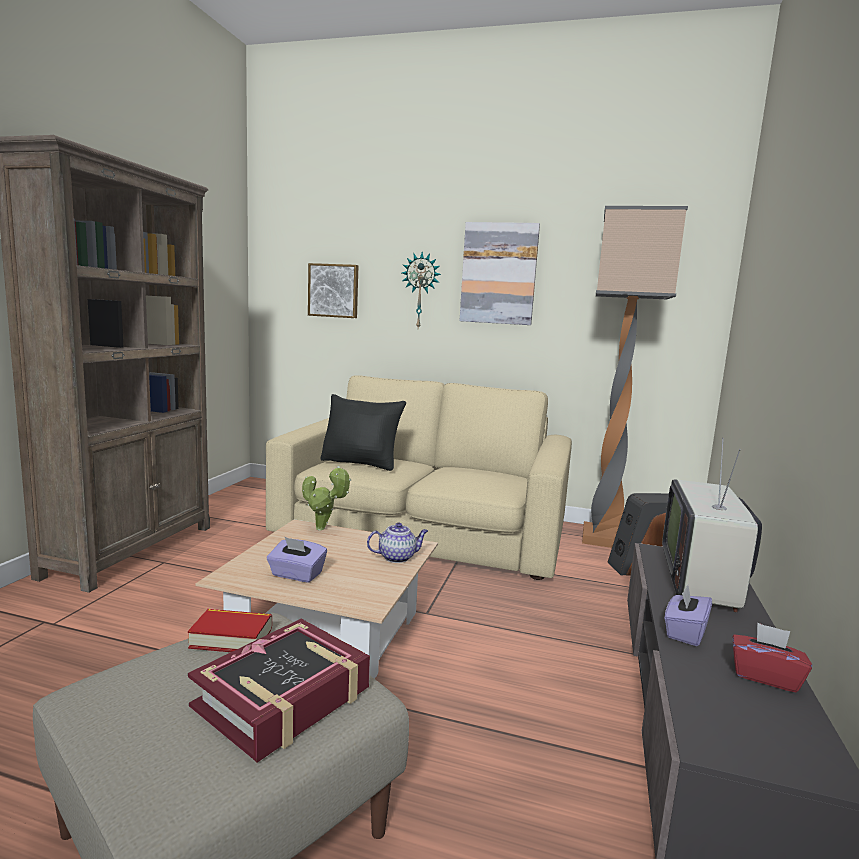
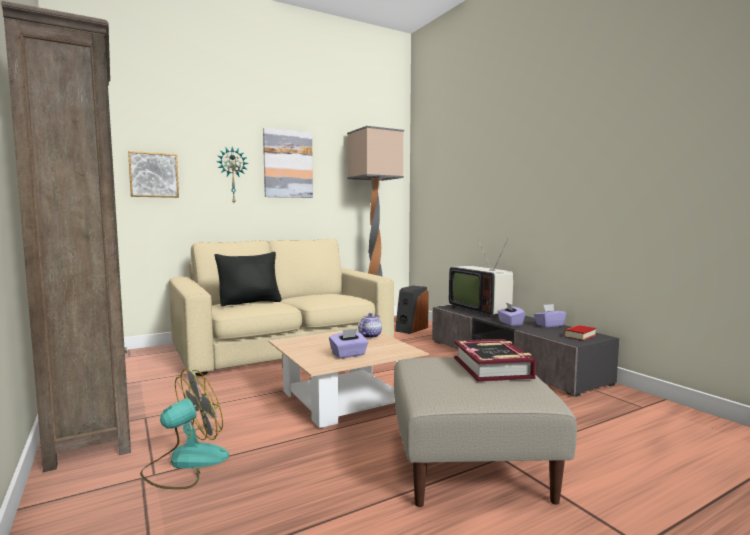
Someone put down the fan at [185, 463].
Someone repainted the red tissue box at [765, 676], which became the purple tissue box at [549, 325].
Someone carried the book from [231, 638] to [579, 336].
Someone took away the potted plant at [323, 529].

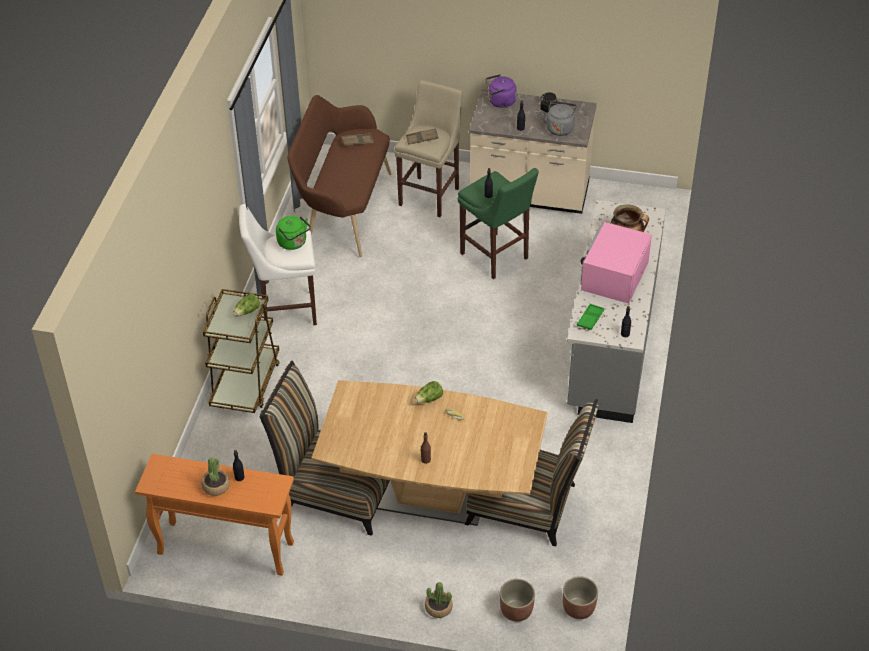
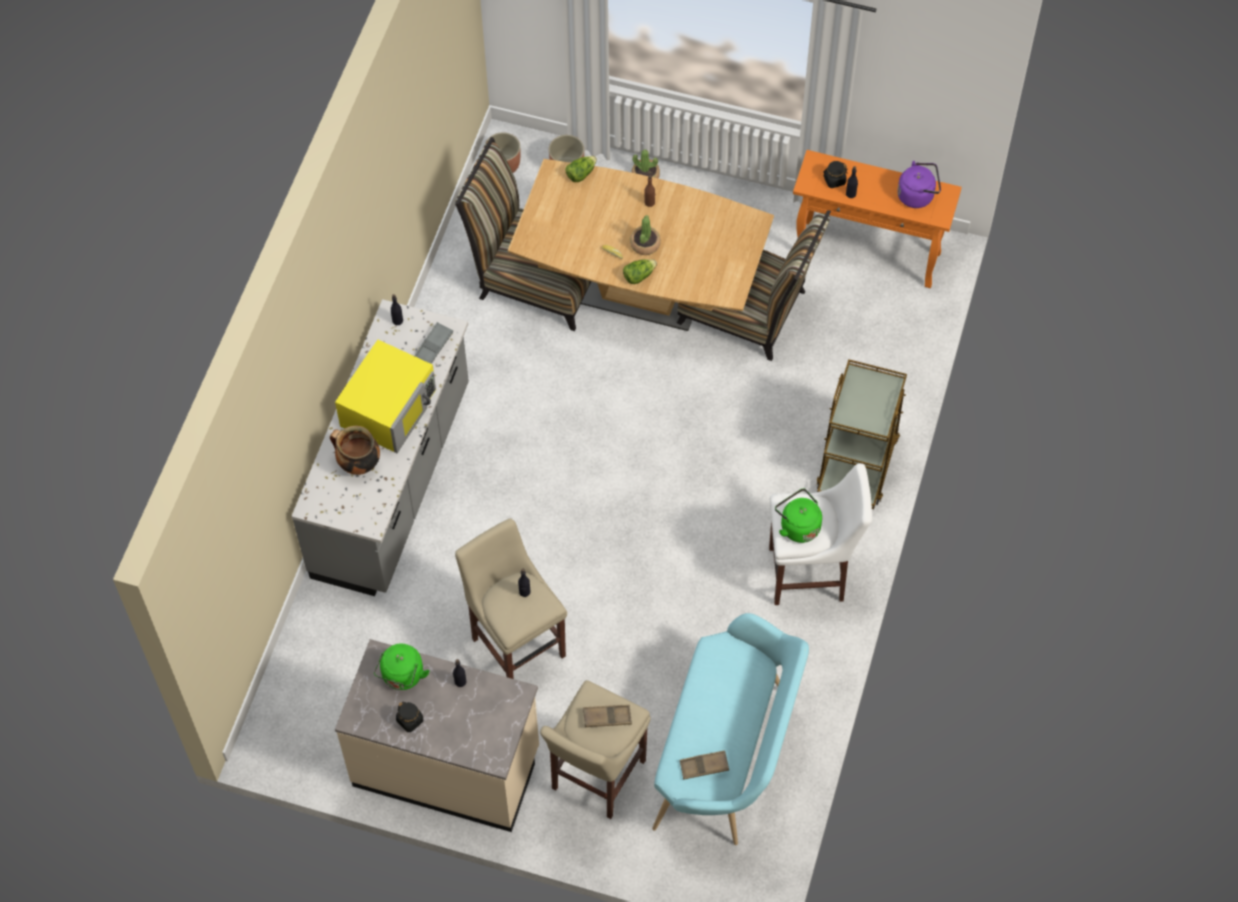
Someone repainted the pink microwave at [613, 276], which became the yellow microwave at [389, 407].
Someone repainted the grey kettle at [559, 128], which became the green kettle at [402, 677].
Someone repainted the green tray at [590, 319], which became the grey tray at [434, 345].
Someone repainted the green stool at [496, 258], which became the beige stool at [516, 643].
Someone carried the lettuce from [247, 311] to [581, 173].
Someone carried the potted plant from [216, 486] to [645, 244].
Someone repainted the brown bench at [343, 210], which became the turquoise bench at [728, 757].
Someone put down the black jar at [834, 180].
Someone carried the purple kettle from [500, 102] to [917, 195].

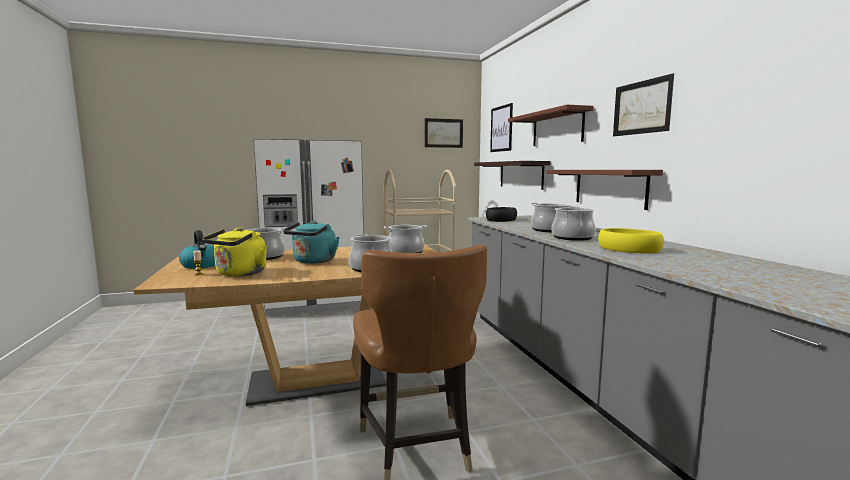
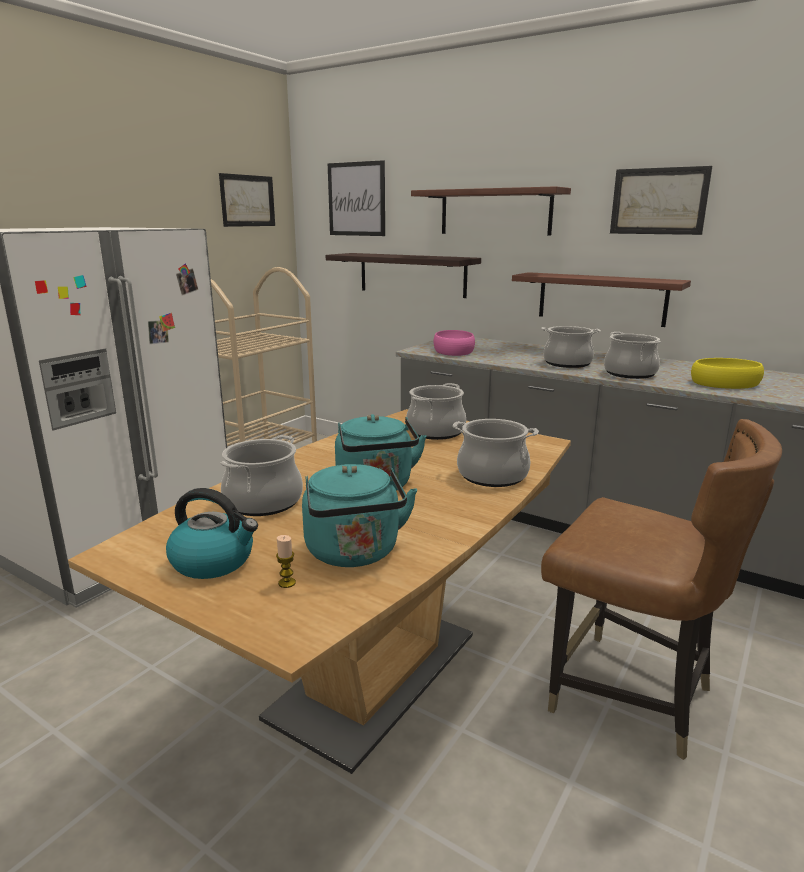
Someone repainted the yellow kettle at [239, 274], which became the turquoise kettle at [354, 554].
Someone repainted the black bowl at [501, 220], which became the pink bowl at [454, 350].

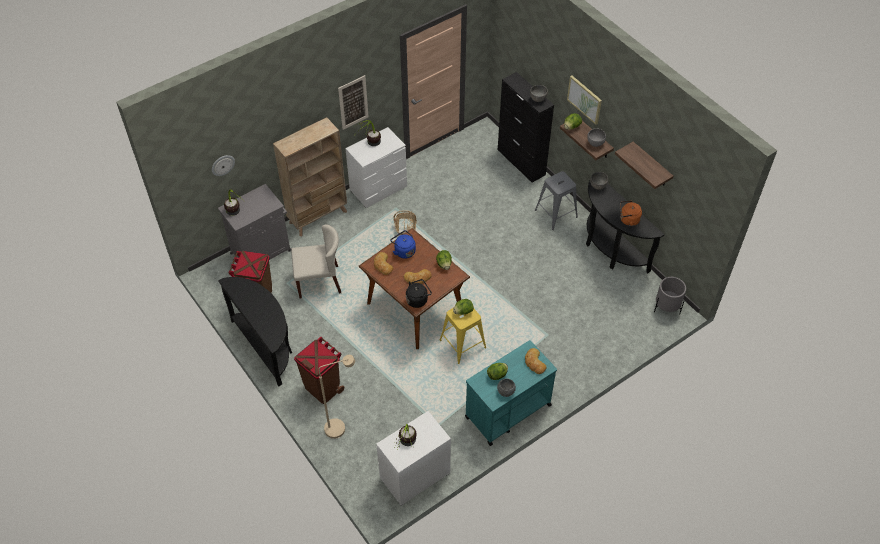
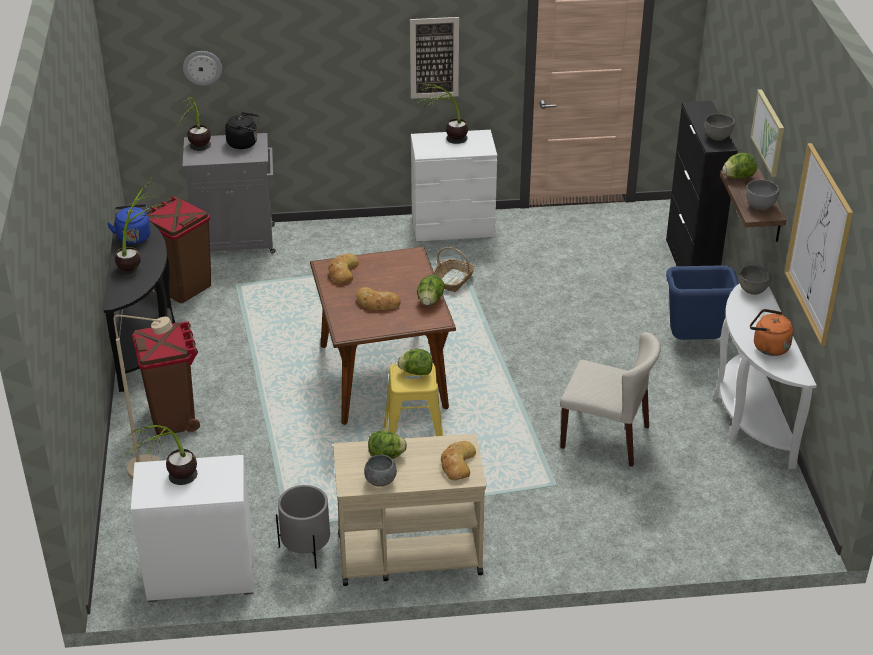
Someone carried the blue kettle from [403, 251] to [133, 236].
Someone put down the potted plant at [140, 262].
Someone carried the black kettle from [418, 299] to [244, 143].
Someone carried the grey planter from [666, 307] to [306, 549].
Someone repainted the turquoise cart at [507, 411], which became the beige cart at [408, 554].
Someone carried the beige chair from [319, 281] to [606, 437].
Someone swapped the grey stool at [556, 214] for the blue trash can at [694, 342].
Someone repainted the black console table at [610, 249], which became the white console table at [749, 416].
Someone swapped the shelf at [651, 165] for the picture at [818, 244].
Someone took away the beige bookcase at [318, 217].

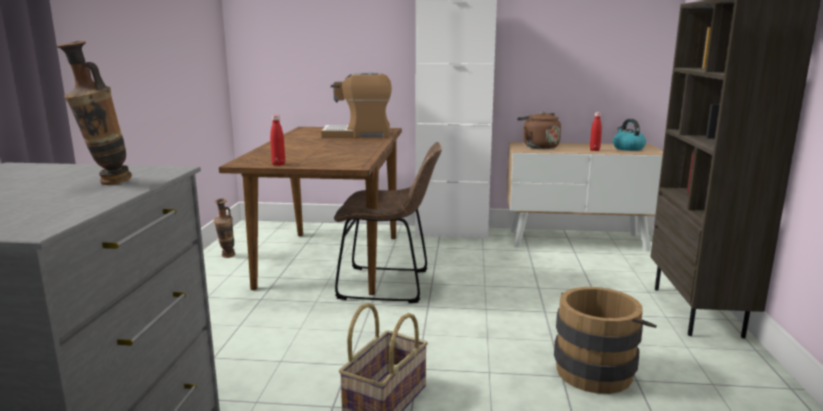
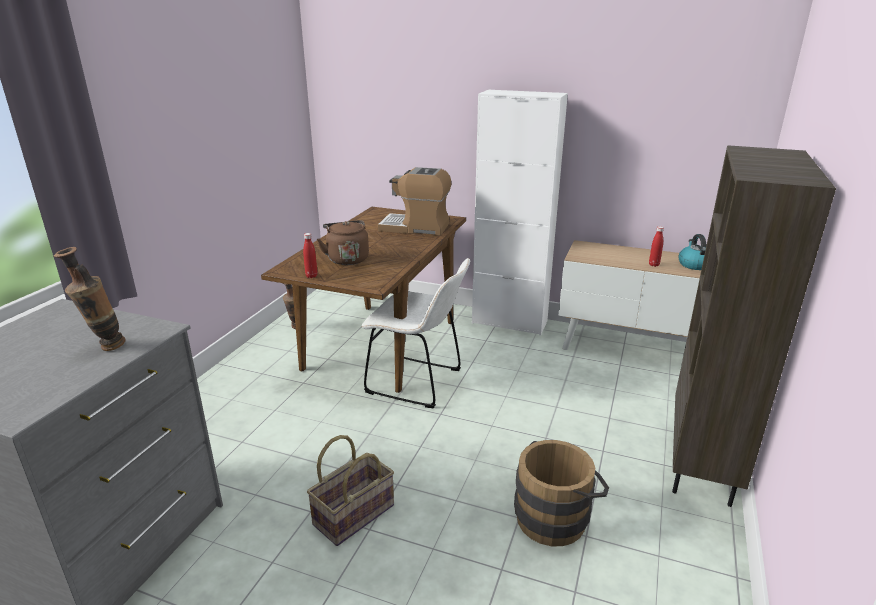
Someone carried the brown kettle from [538, 146] to [347, 259].
Someone repainted the brown chair at [390, 285], which became the white chair at [419, 382].

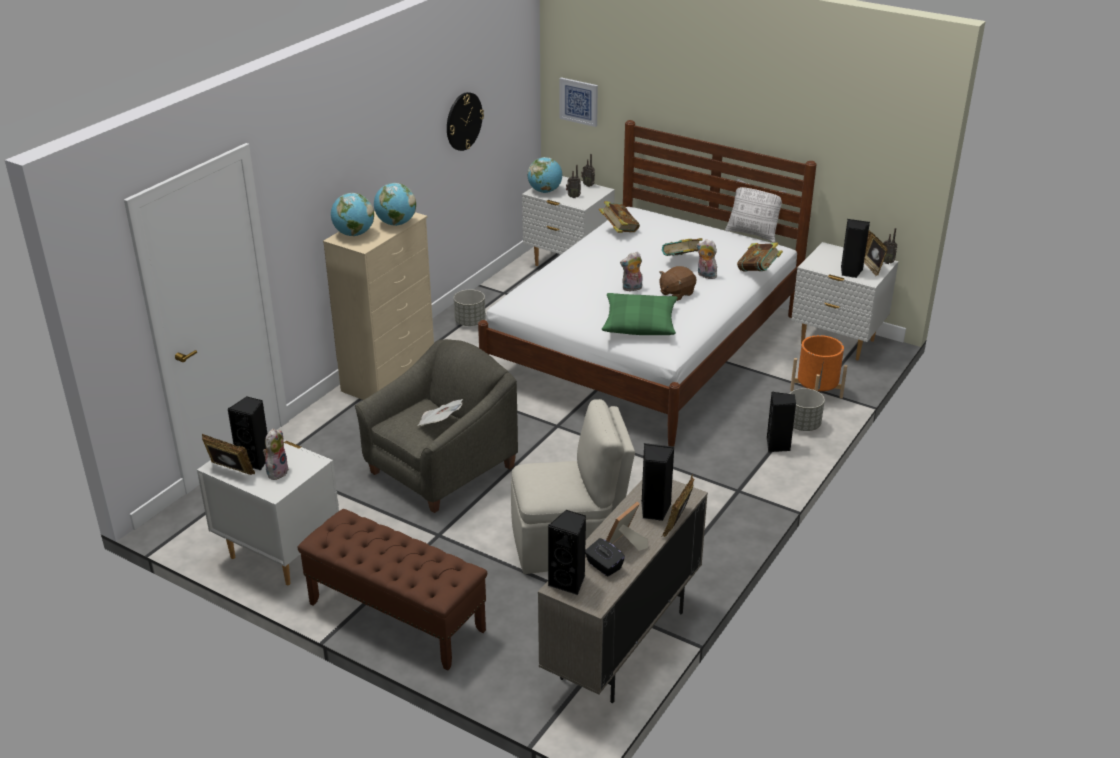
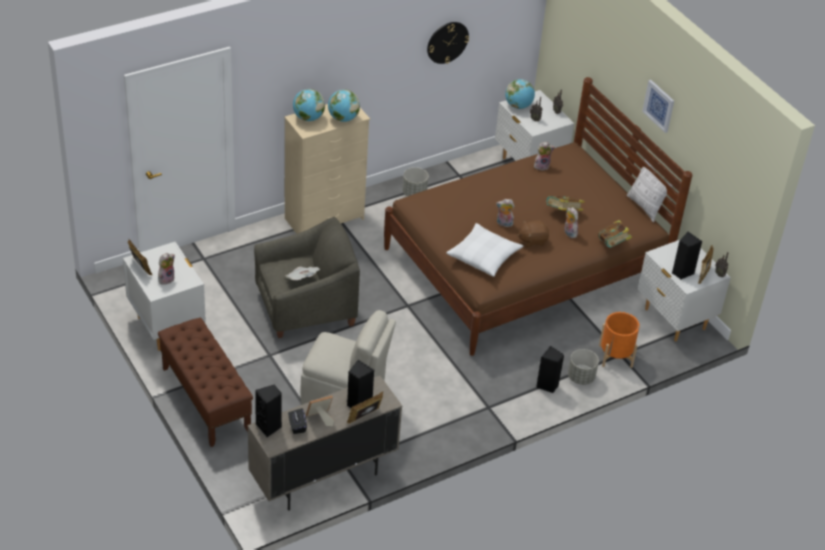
Someone repainted the white bed at [645, 347], which became the brown bed at [523, 265].
Someone repainted the green pillow at [639, 323], which became the white pillow at [484, 256].
Someone swapped the book at [619, 230] for the plush toy at [542, 166].
Someone carried the picture from [579, 101] to [659, 105].
Someone took away the black speaker at [256, 460].

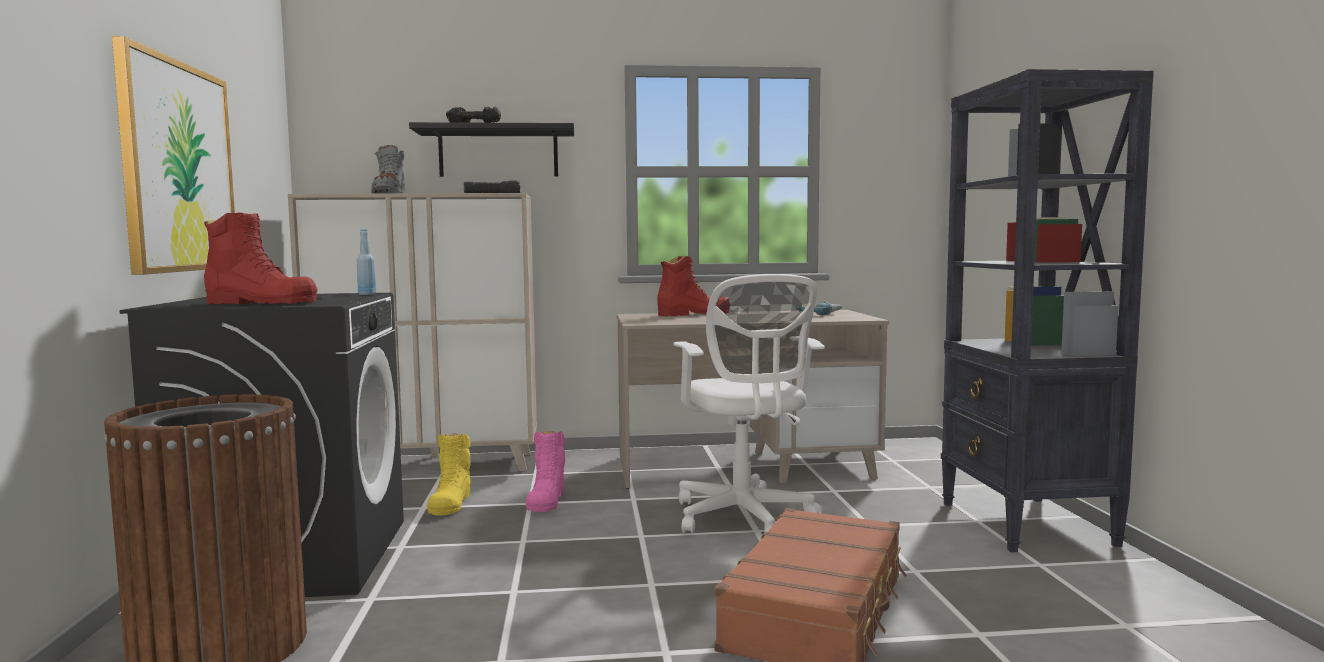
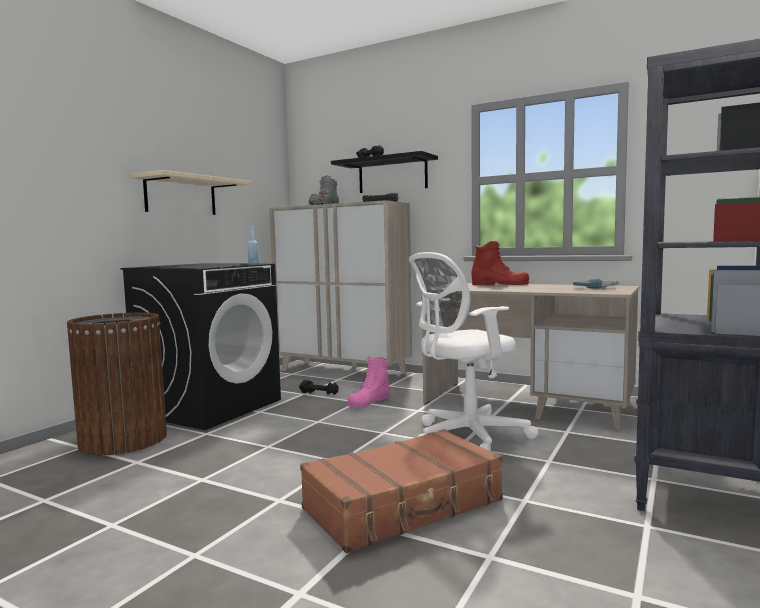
Someone swapped the picture at [178, 167] for the beige shelf at [181, 196].
Someone swapped the yellow boot at [451, 502] for the black dumbbell at [319, 393].
Someone rotated the white office chair at [744, 518] by 45 degrees clockwise.
Someone took away the red boot at [262, 303].

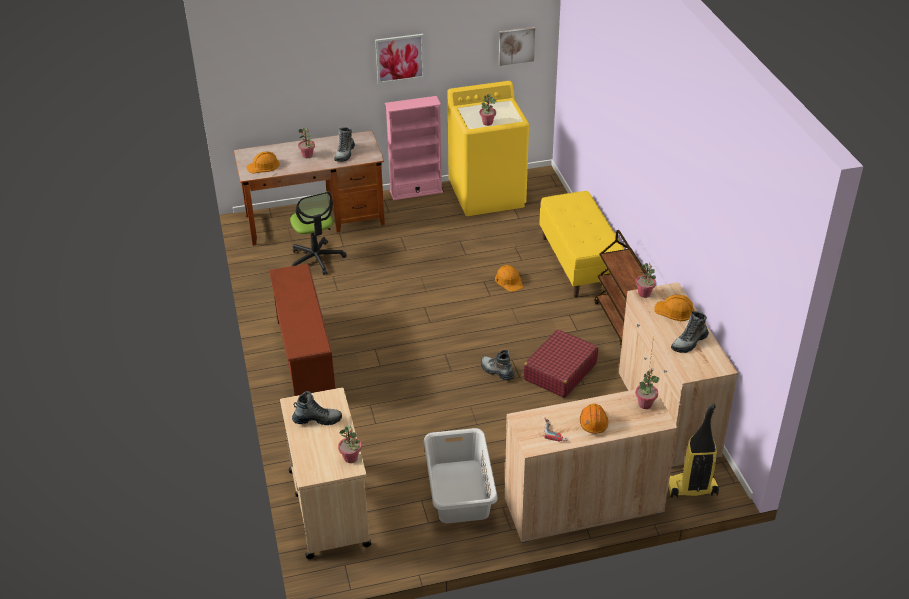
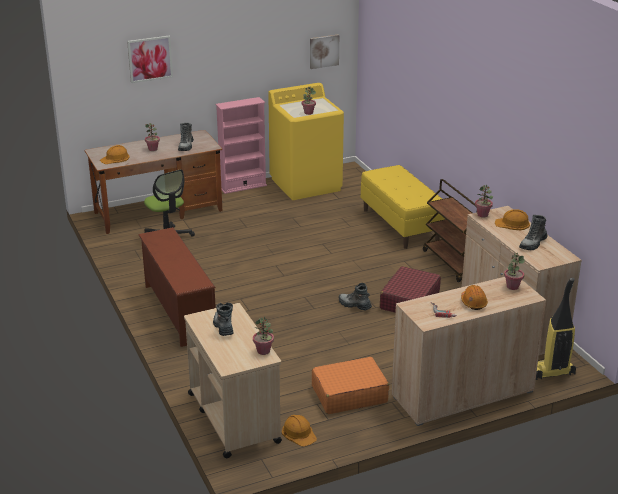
Someone carried the picture from [399, 58] to [150, 59].
Someone rotated the boot at [317, 419] by 90 degrees counterclockwise.
Someone carried the orange hard hat from [509, 280] to [299, 433].
Someone swapped the grey laundry basket at [459, 492] for the orange suitcase at [349, 394].

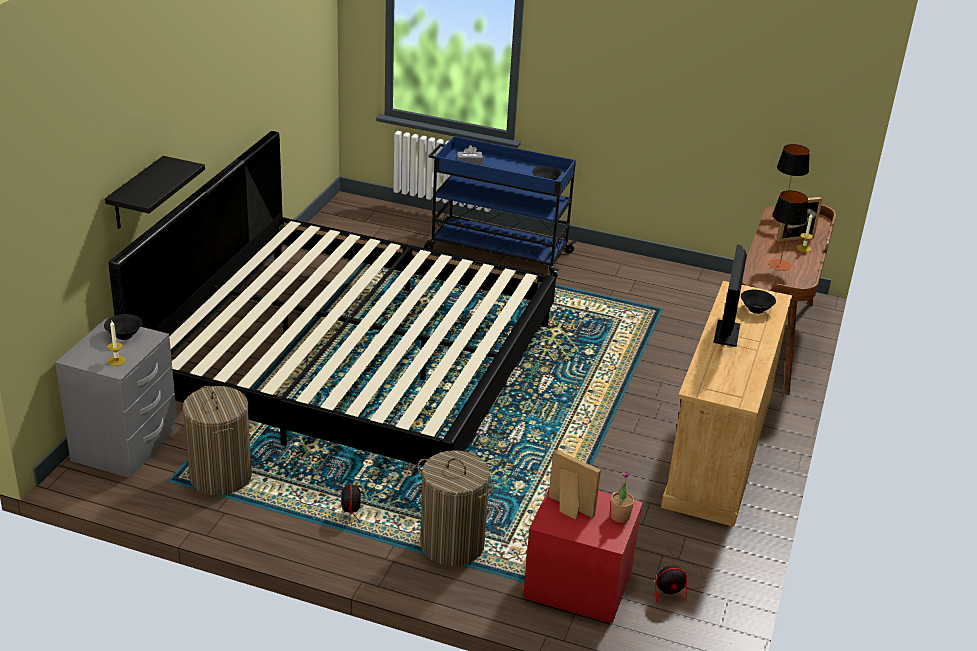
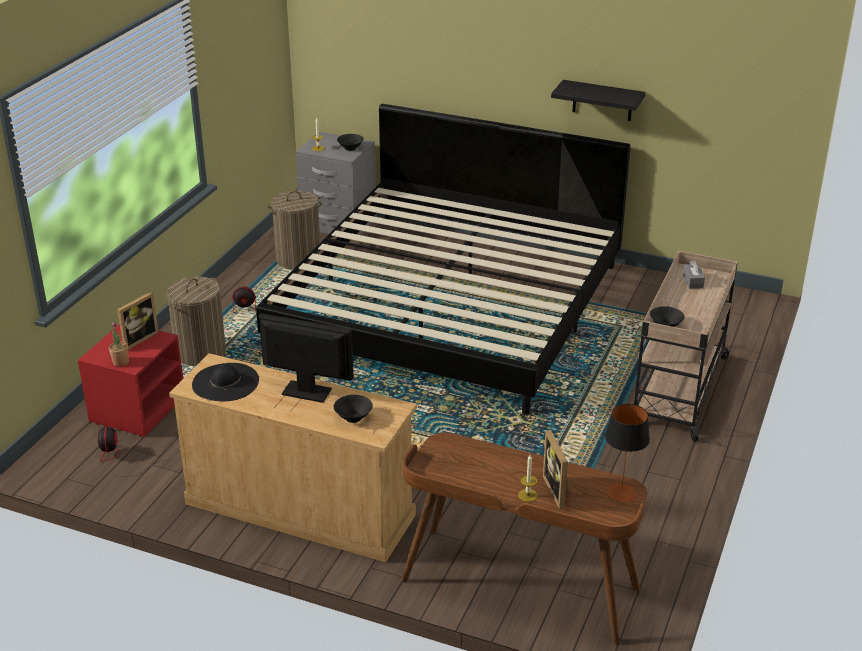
Someone put down the black hat at [225, 382].
Someone carried the black shelf from [136, 194] to [602, 100].
Someone repainted the blue cart at [497, 251], which became the beige cart at [679, 389].
Someone took away the table lamp at [780, 265].

